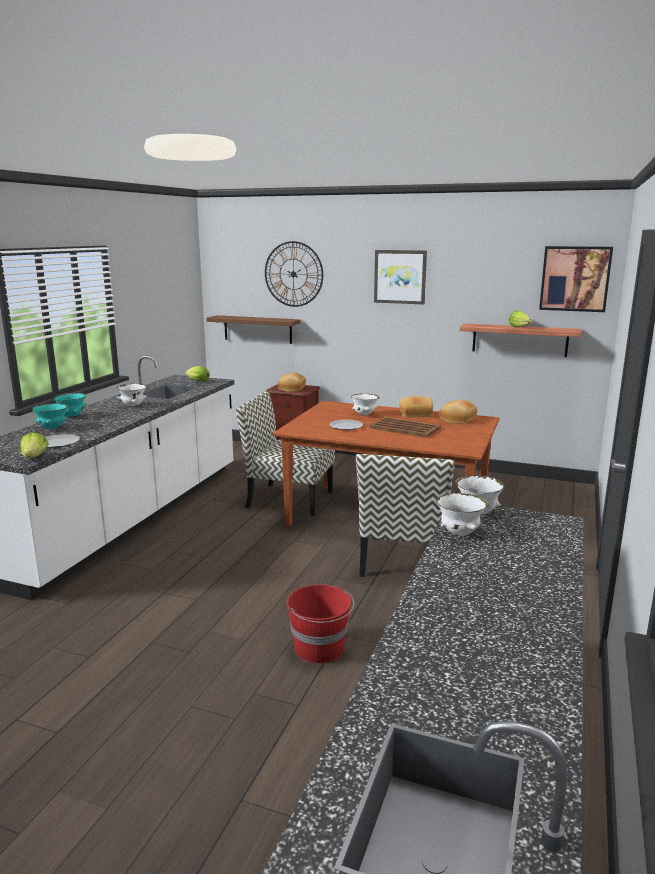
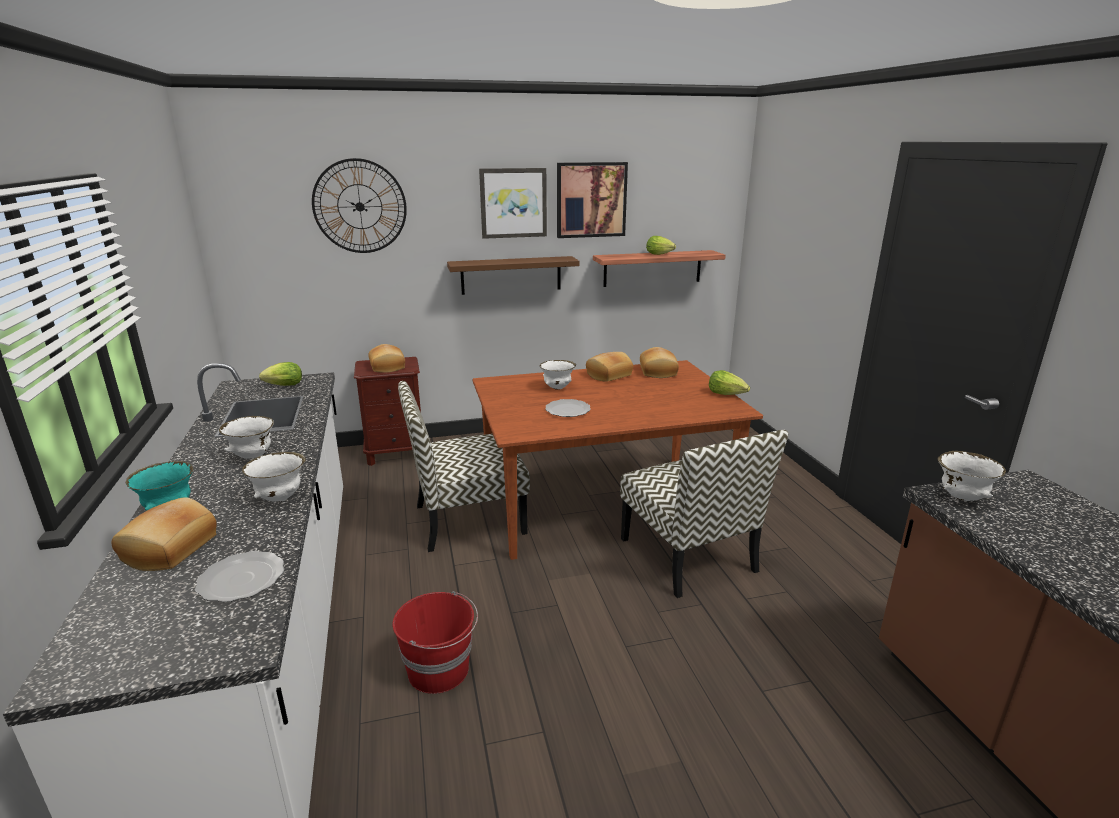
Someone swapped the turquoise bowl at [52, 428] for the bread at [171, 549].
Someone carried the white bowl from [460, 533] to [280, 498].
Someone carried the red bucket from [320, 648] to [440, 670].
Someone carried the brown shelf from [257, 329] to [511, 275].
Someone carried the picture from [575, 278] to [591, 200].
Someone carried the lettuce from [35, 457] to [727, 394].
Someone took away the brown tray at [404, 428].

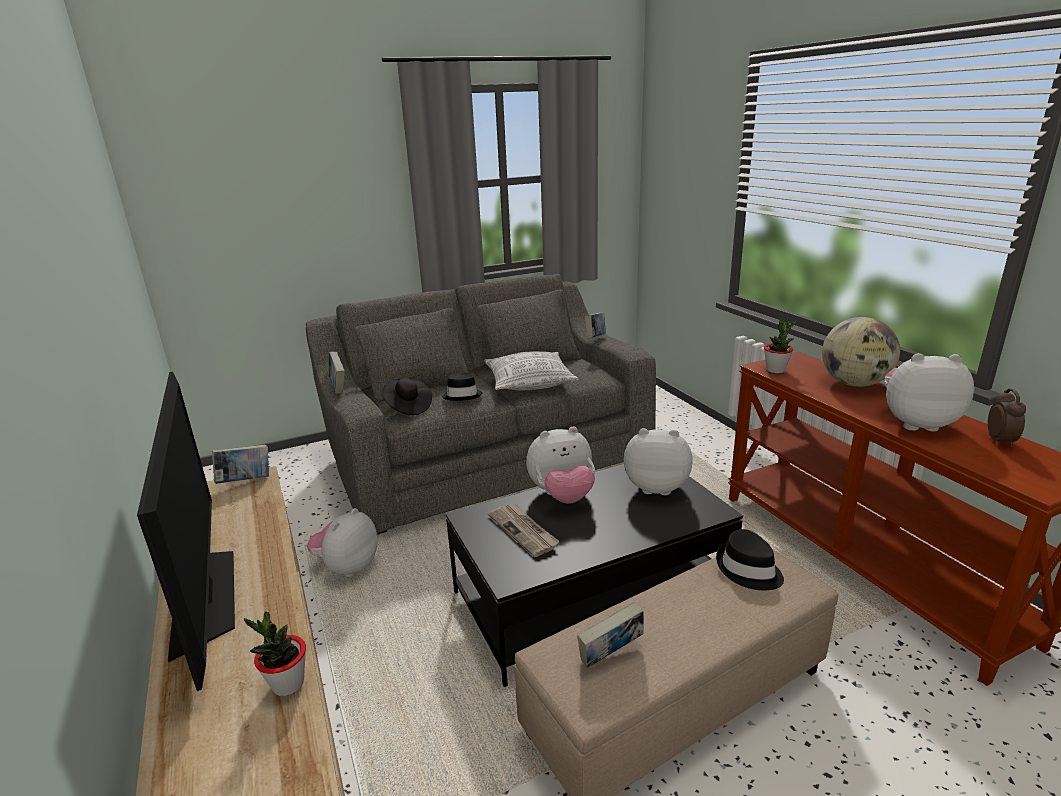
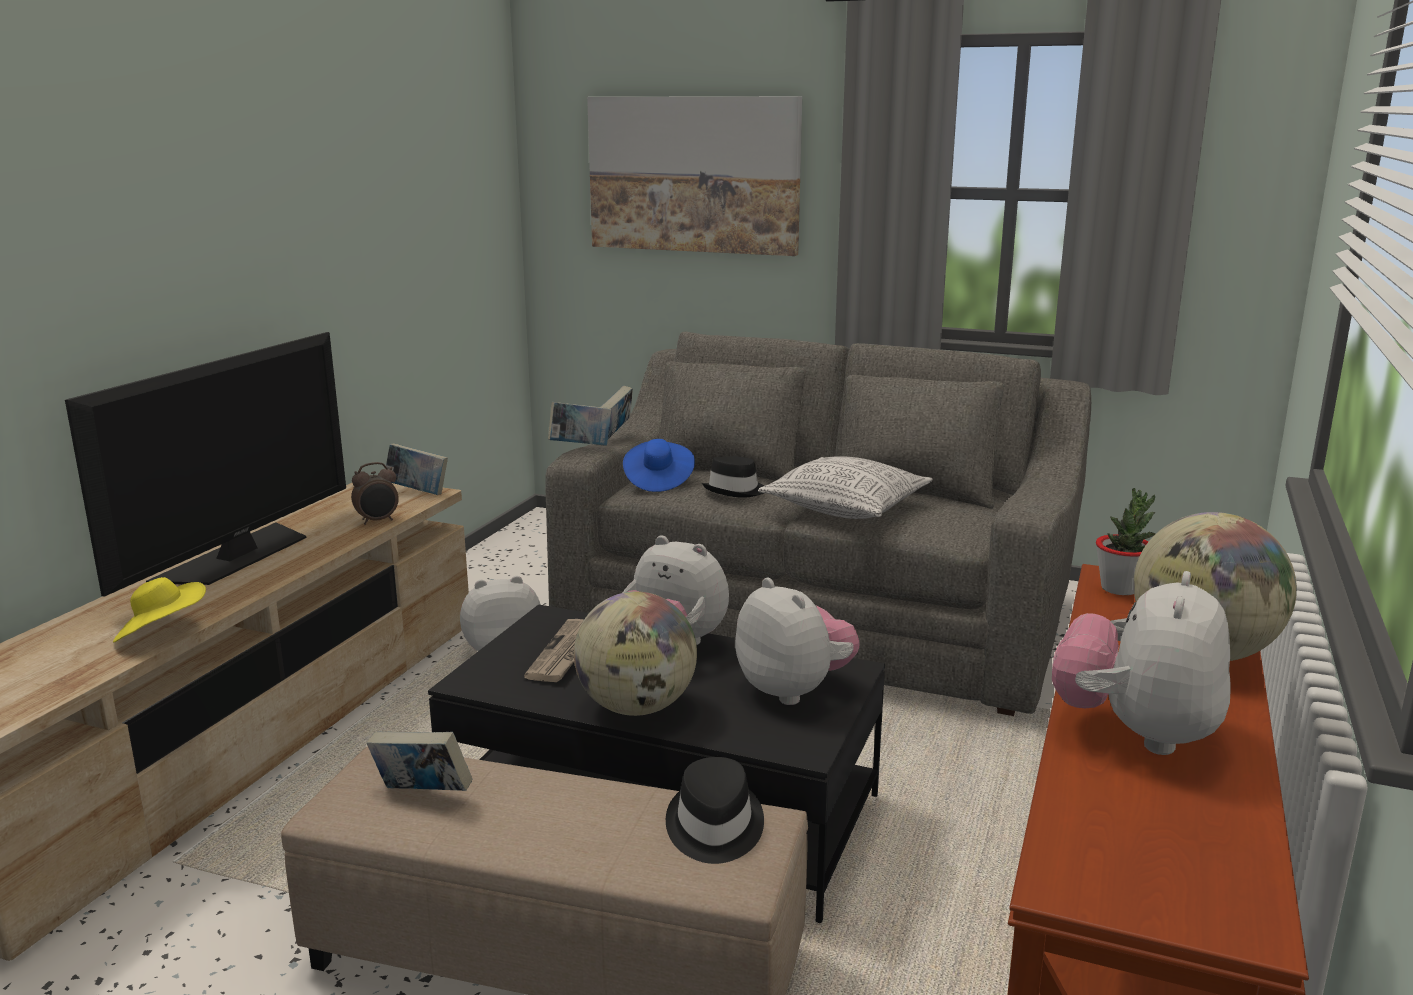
Someone swapped the potted plant at [288, 684] for the yellow hat at [162, 633].
Someone carried the alarm clock from [1000, 441] to [378, 521].
Someone carried the book from [595, 338] to [580, 447].
Someone put down the globe at [636, 707].
Someone put up the picture at [694, 174].
Someone repainted the black hat at [408, 407], which became the blue hat at [658, 481].
Someone rotated the plush toy at [916, 423] by 120 degrees counterclockwise.

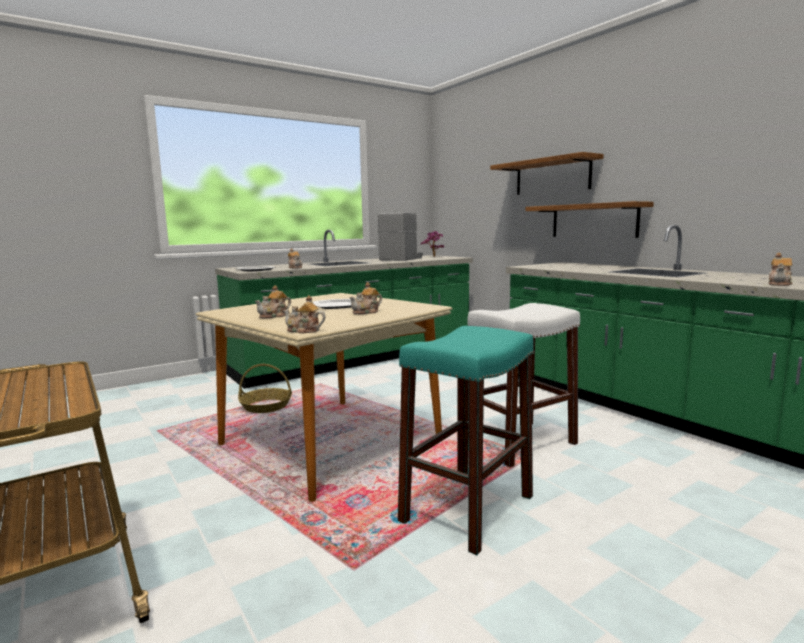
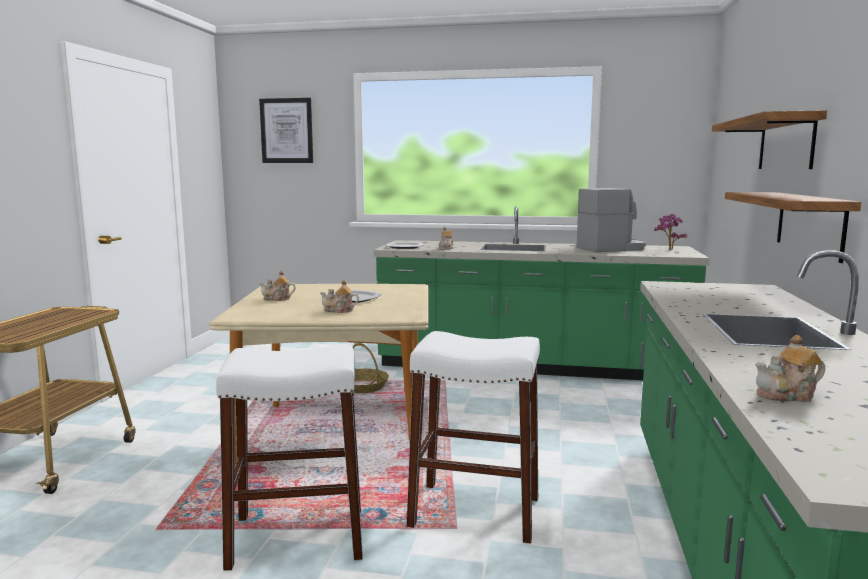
Someone repainted the turquoise stool at [467, 508], which became the white stool at [297, 537].
Someone put up the picture at [286, 131].
Someone took away the teapot at [304, 331].

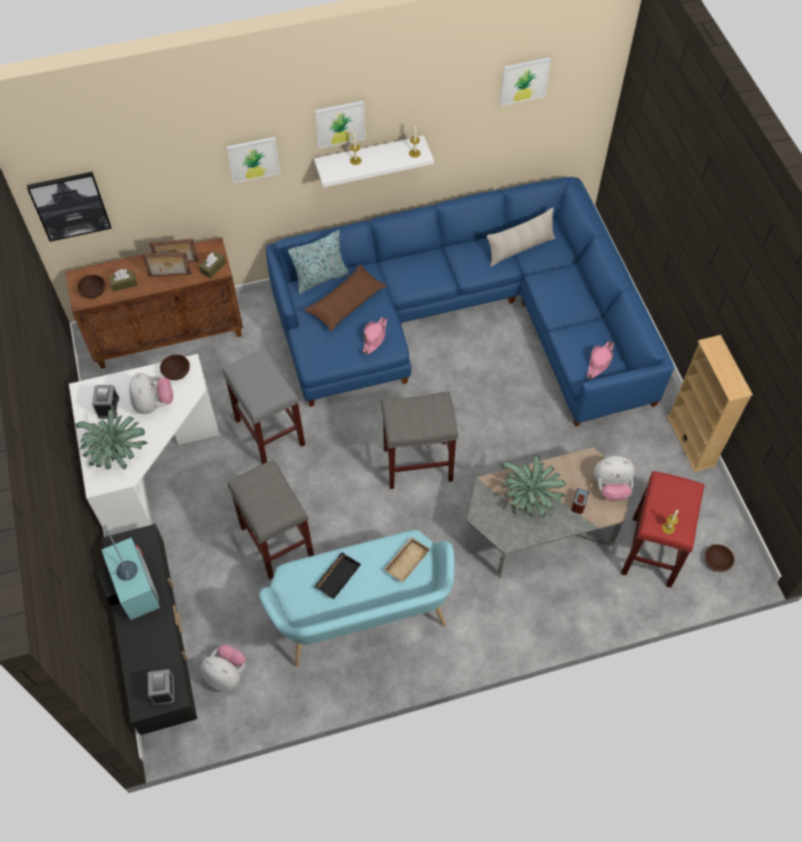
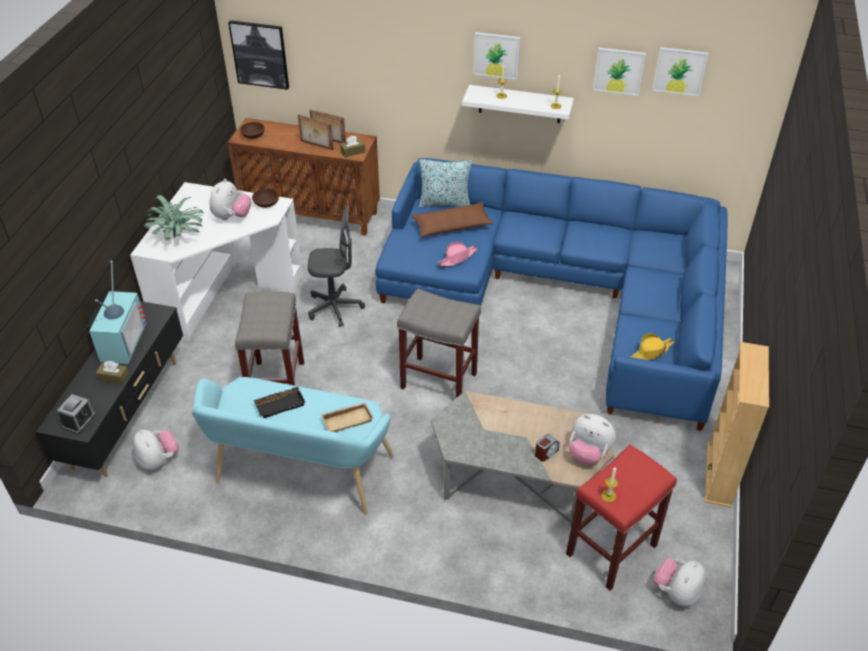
Someone carried the brown tissue box from [124, 283] to [114, 377].
Someone swapped the grey stool at [271, 433] for the grey office chair at [335, 308].
Someone carried the picture from [253, 159] to [619, 71].
Someone repainted the pink hat at [599, 362], which became the yellow hat at [650, 352].
Someone swapped the brown bowl at [717, 562] for the plush toy at [676, 592].
Someone took away the alarm clock at [108, 407].
Someone took away the beige pillow at [520, 248].
Someone took away the potted plant at [531, 497].

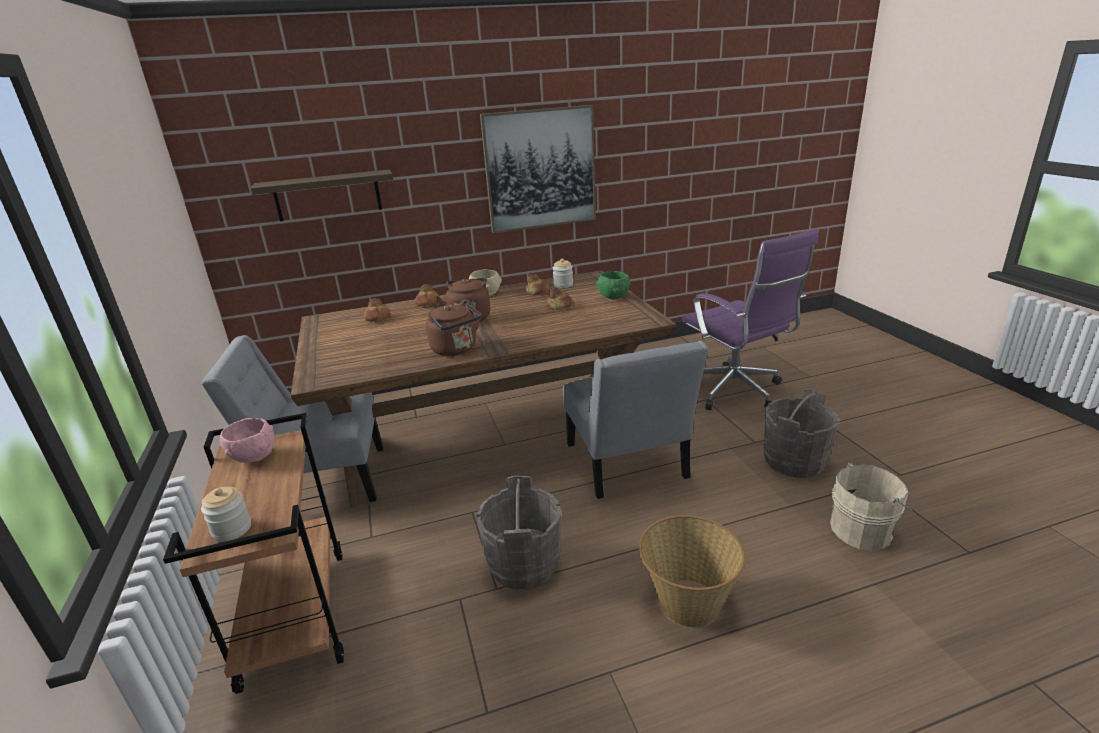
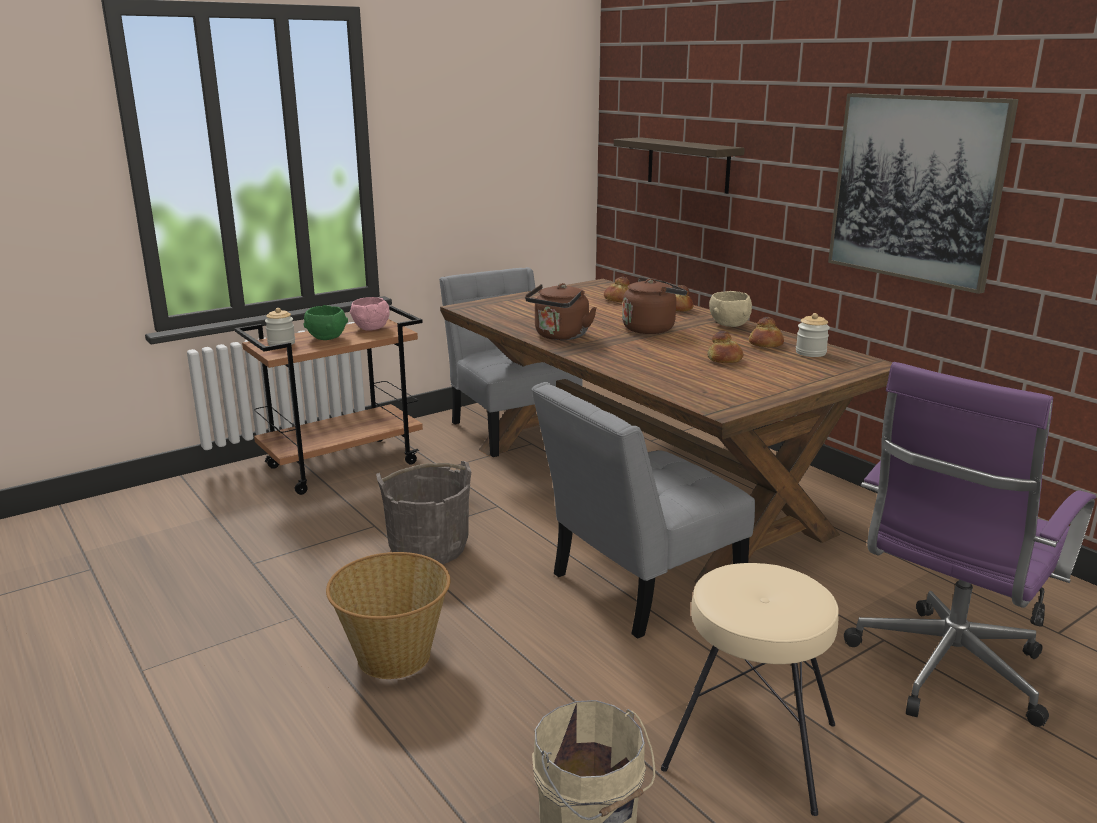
Someone carried the green bowl from [613, 297] to [326, 338].
Someone swapped the grey bucket at [794, 461] for the beige stool at [750, 744].

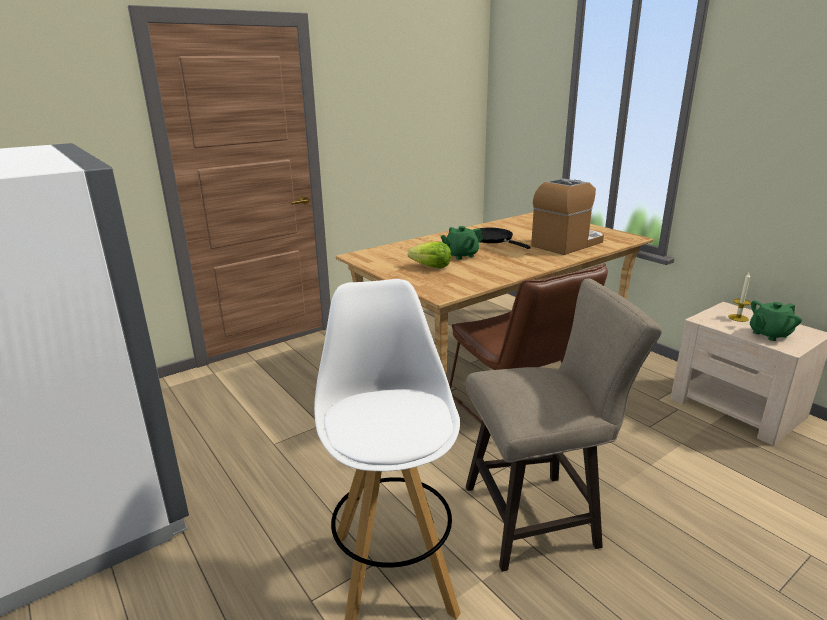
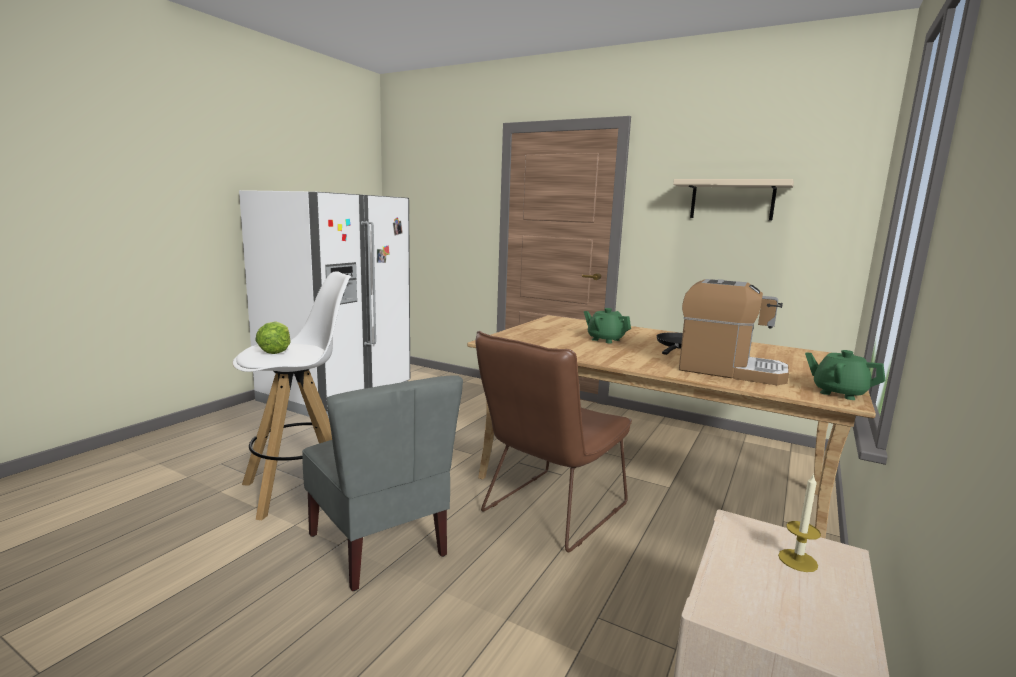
Someone carried the lettuce from [431, 267] to [275, 351].
Someone swapped the beige stool at [540, 516] for the grey chair at [380, 544].
Someone put up the beige shelf at [732, 200].
Someone carried the green teapot from [769, 334] to [838, 393].

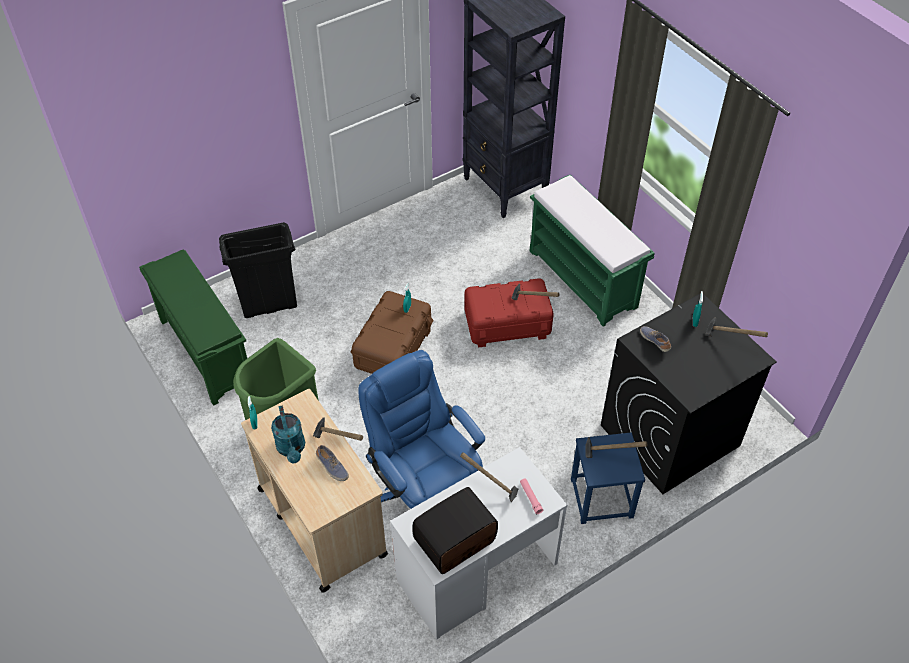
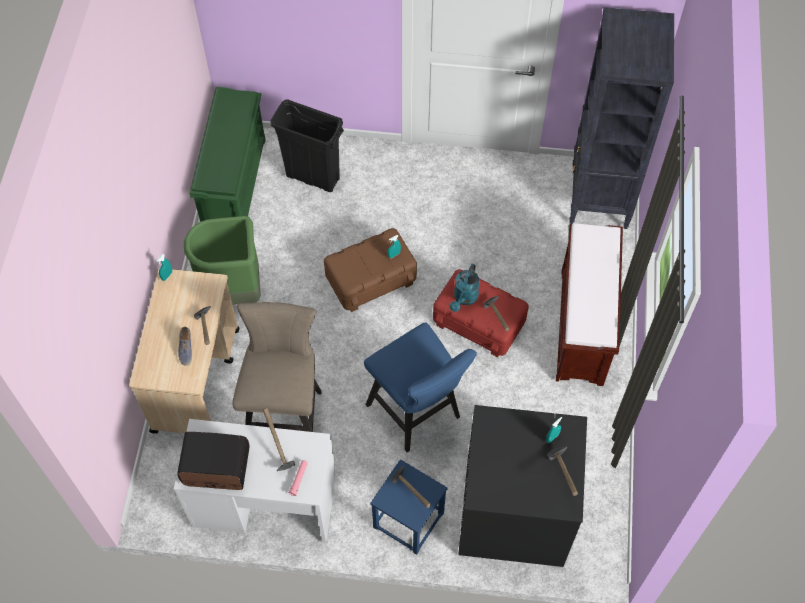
Someone swapped the blue office chair at [425, 491] for the beige stool at [286, 412].
Someone put down the blue stool at [418, 415].
Someone carried the turquoise watering can from [292, 449] to [464, 298].
Someone repainted the green bench at [583, 279], which became the brown bench at [582, 327].
Someone took away the shoe at [655, 341].

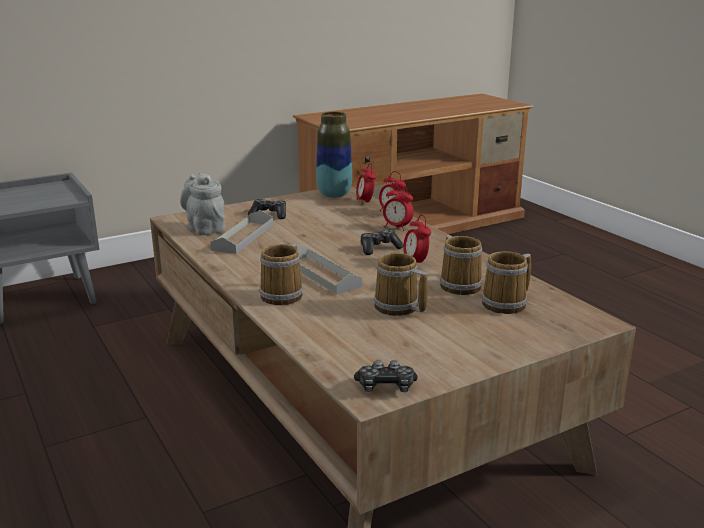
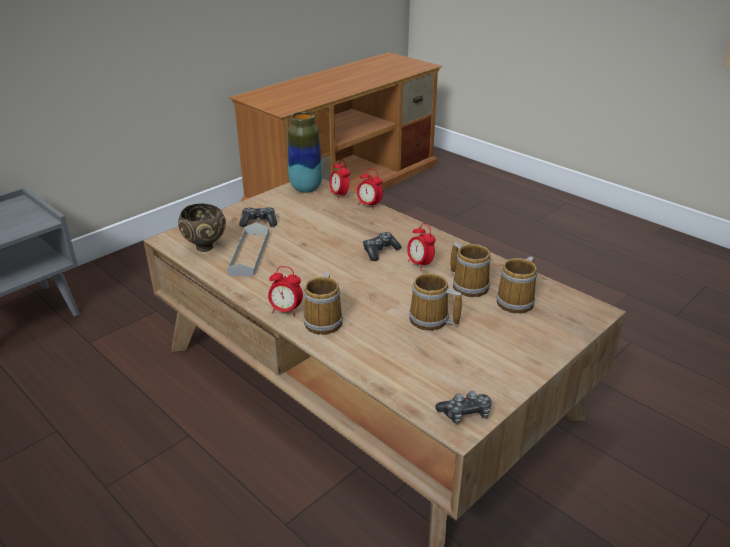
Someone swapped the grey teapot at [205, 228] for the brown bowl at [206, 247].
Someone carried the alarm clock from [397, 227] to [286, 310].
Someone took away the grey tray at [321, 274].

